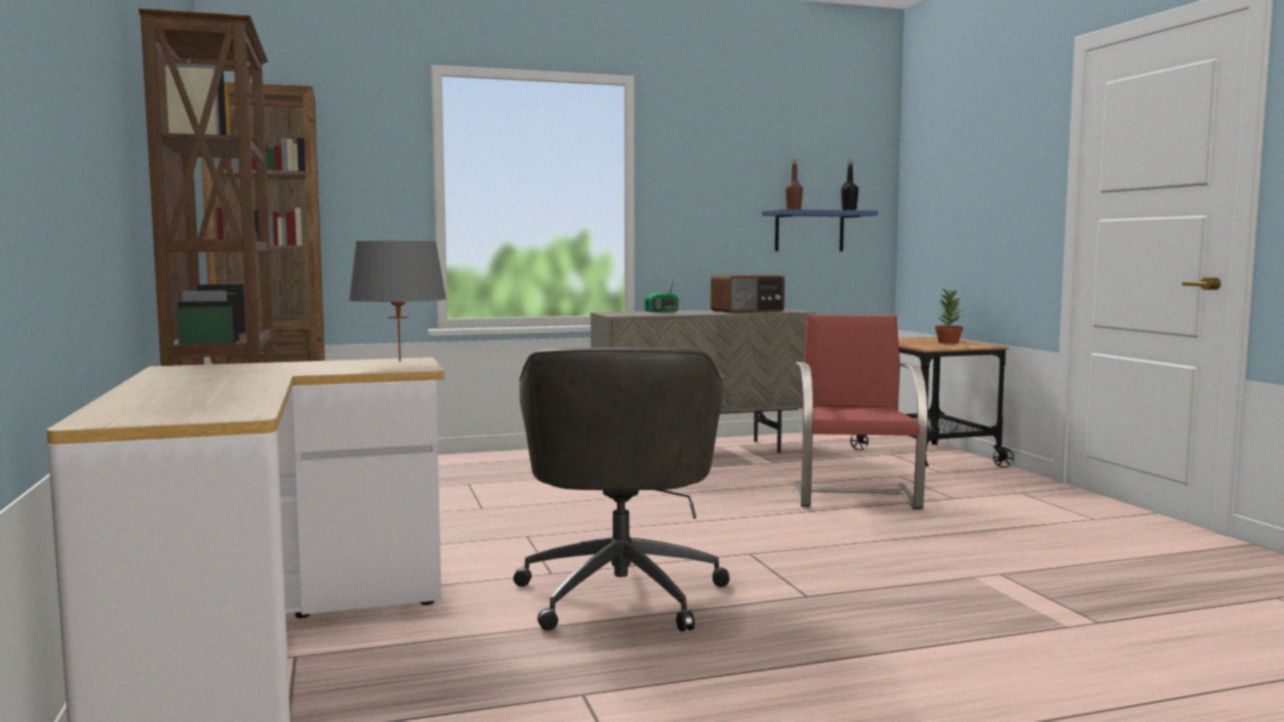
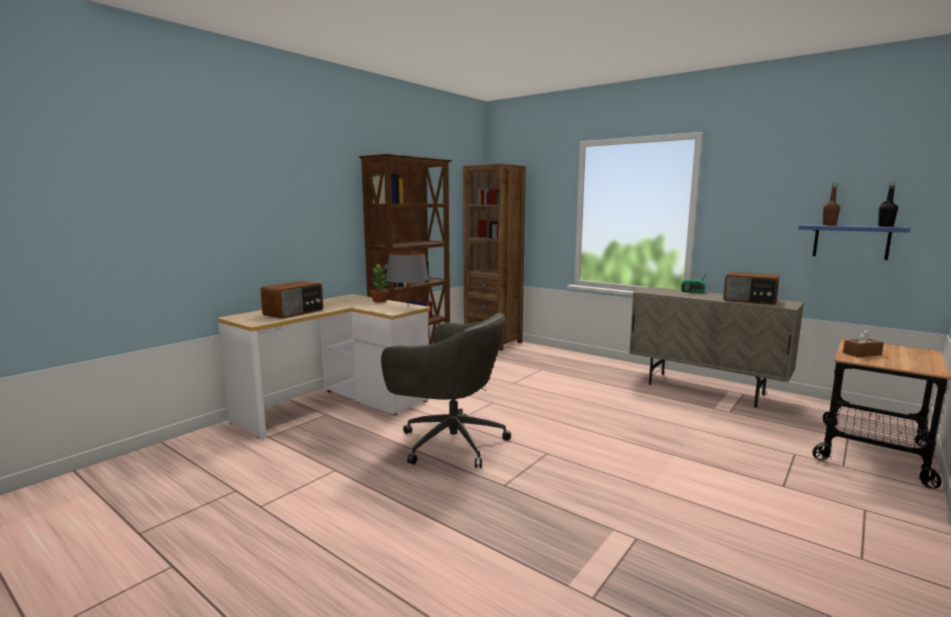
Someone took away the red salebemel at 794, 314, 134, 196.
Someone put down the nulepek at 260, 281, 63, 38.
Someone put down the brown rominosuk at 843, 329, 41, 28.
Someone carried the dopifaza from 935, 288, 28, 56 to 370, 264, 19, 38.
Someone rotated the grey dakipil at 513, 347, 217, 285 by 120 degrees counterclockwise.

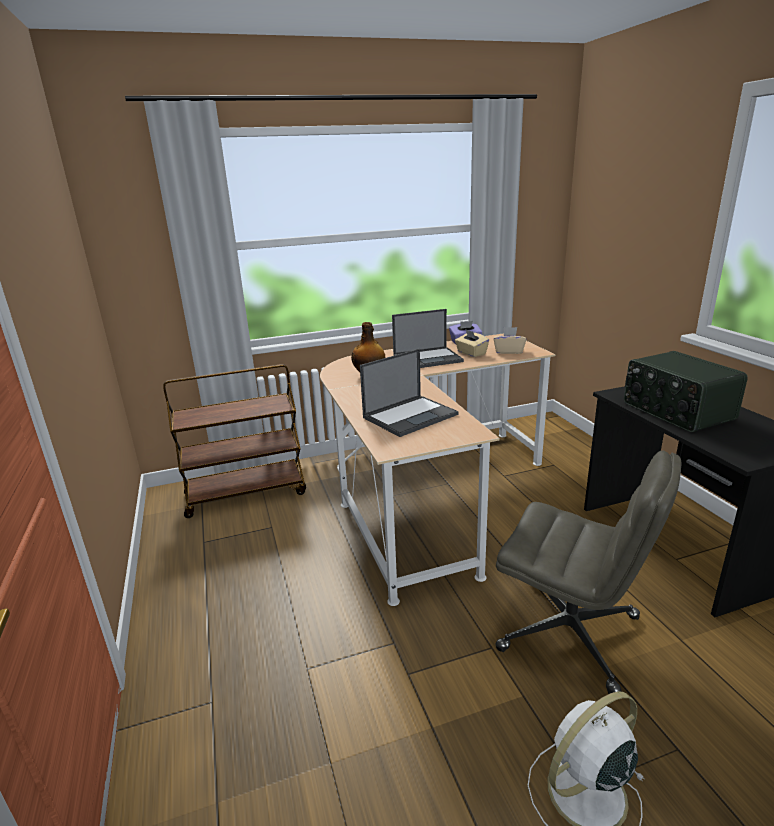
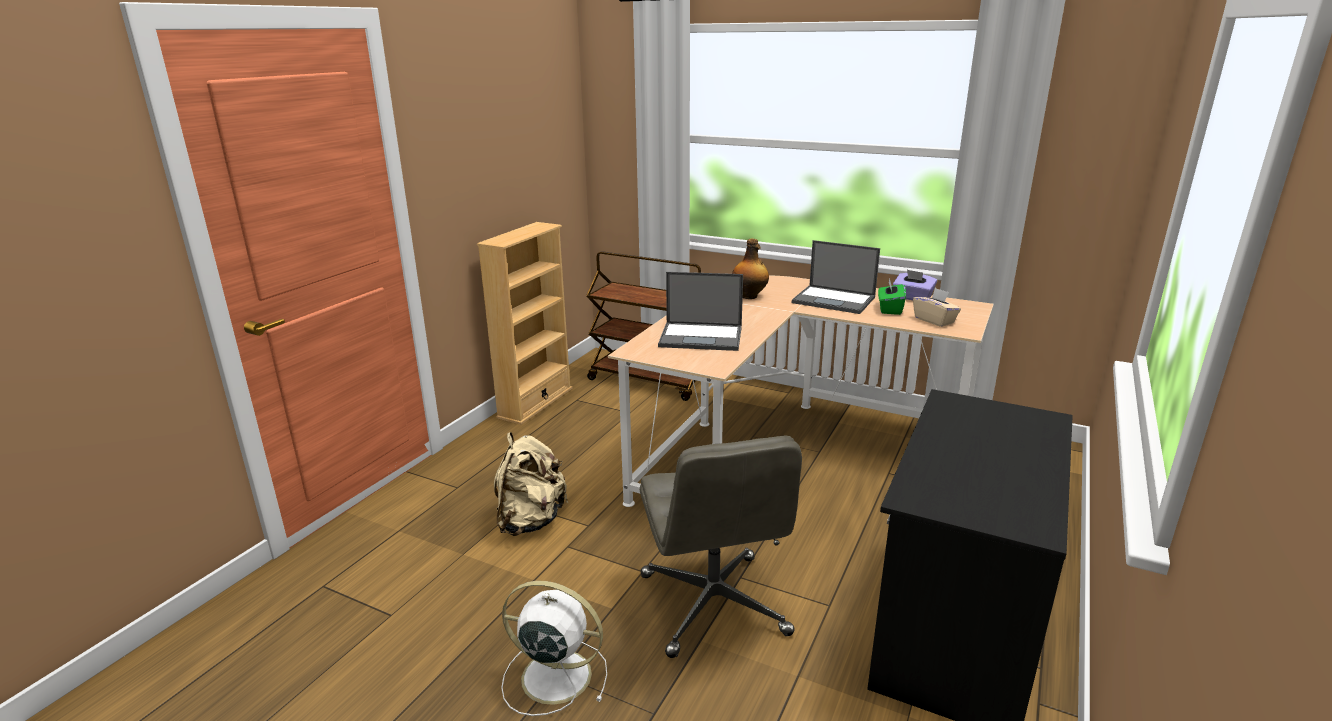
Someone took away the nulepek at 624, 351, 124, 81.
Someone put down the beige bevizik at 477, 222, 96, 203.
Someone put down the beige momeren at 494, 432, 75, 104.
Someone repainted the beige rominosuk at 455, 329, 34, 28, which became the green rominosuk at 878, 277, 28, 38.

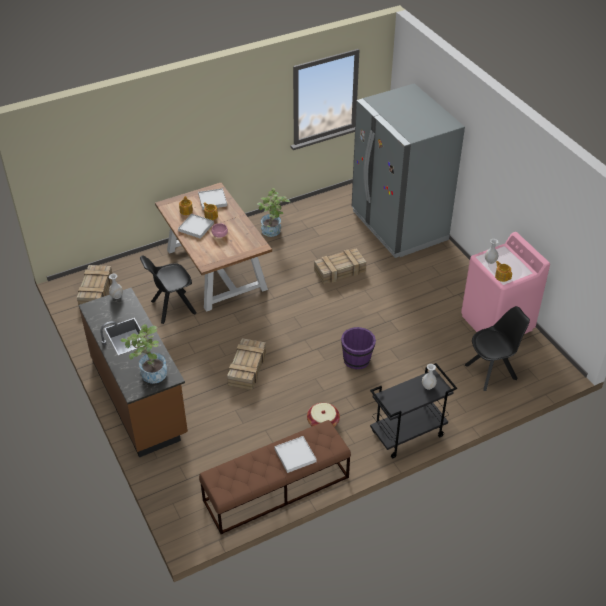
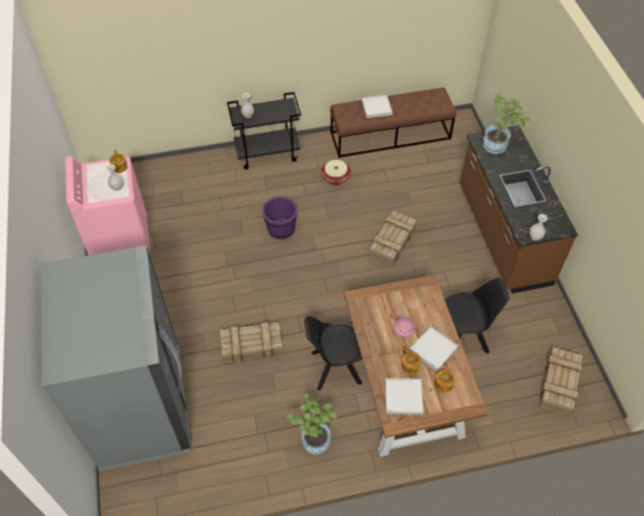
Someone carried the black salebemel from 464, 306, 66, 85 to 304, 316, 58, 75.

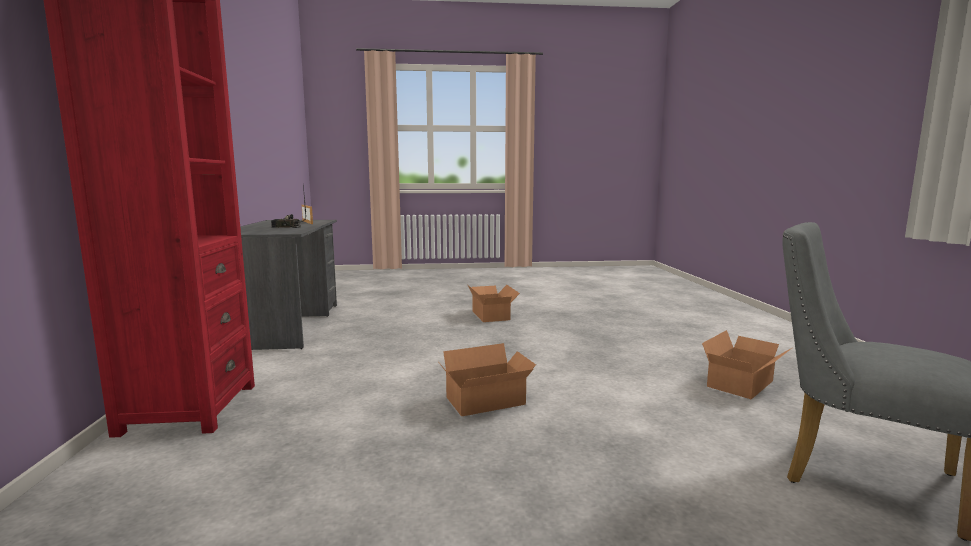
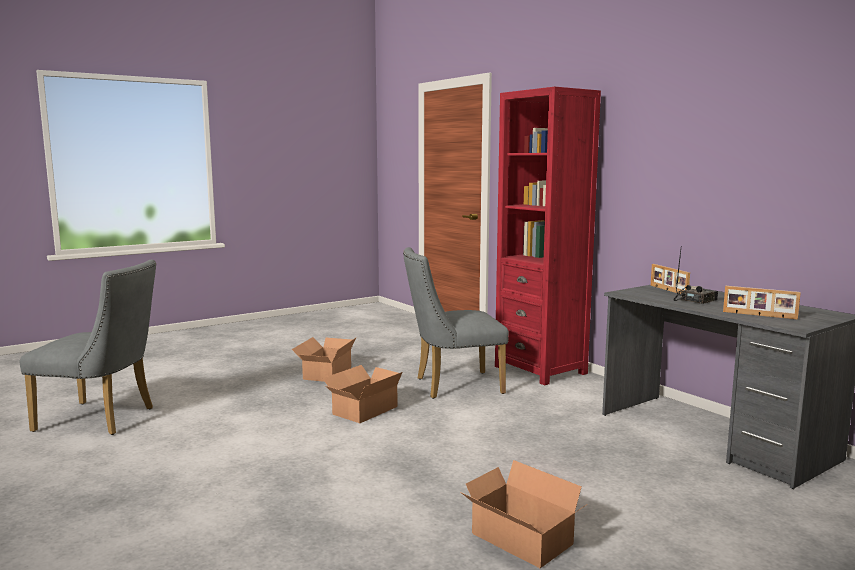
Someone put down the grey salebemel at 403, 247, 106, 152.
Someone put down the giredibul at 651, 264, 39, 30.
Someone carried the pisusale from 702, 330, 90, 69 to 292, 337, 64, 45.

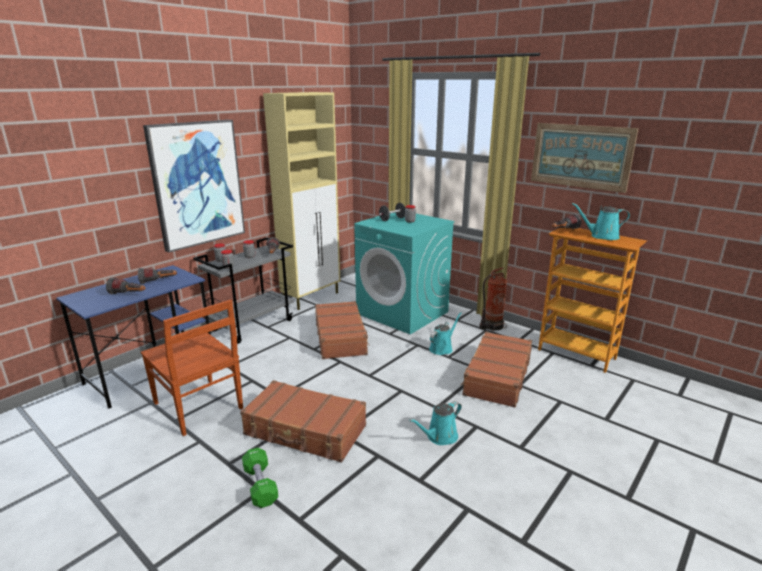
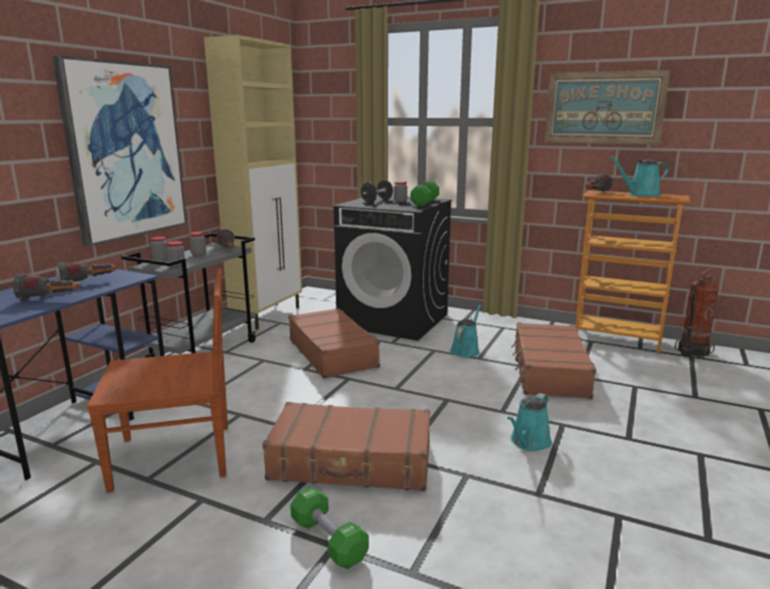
Someone put down the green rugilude at 411, 181, 28, 25.
Someone carried the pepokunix from 479, 268, 28, 63 to 675, 268, 44, 90.
Someone repainted the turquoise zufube at 354, 213, 101, 121, which became the black zufube at 333, 195, 119, 146.
Someone rotated the brown salebemel at 141, 300, 102, 136 by 45 degrees counterclockwise.

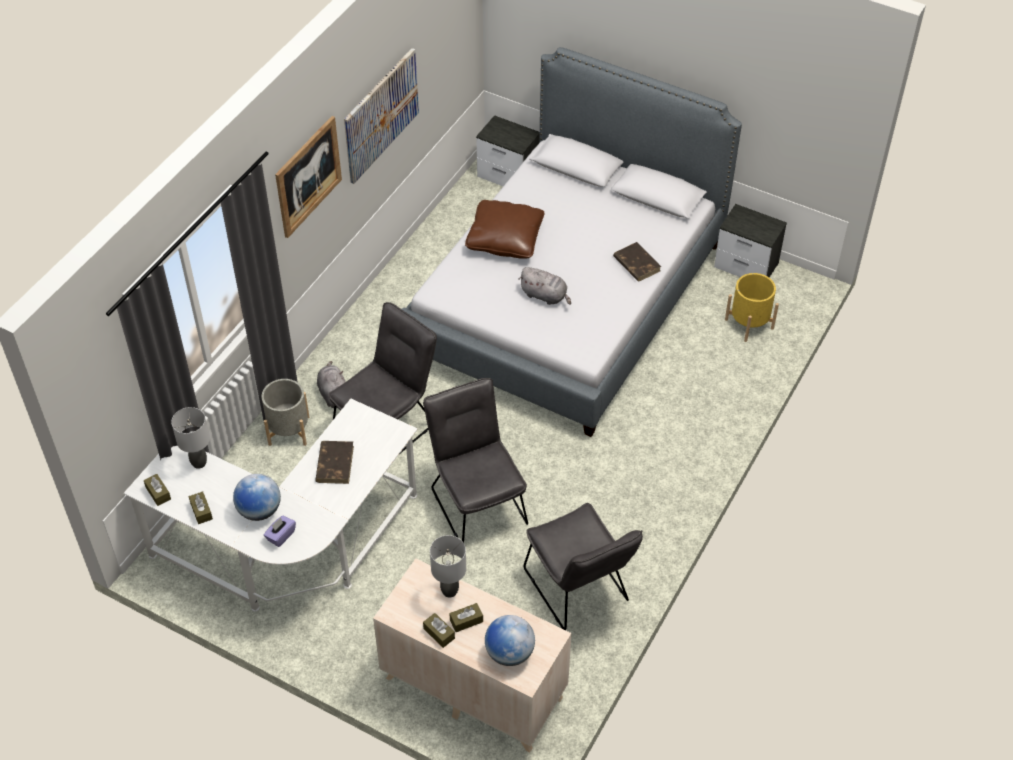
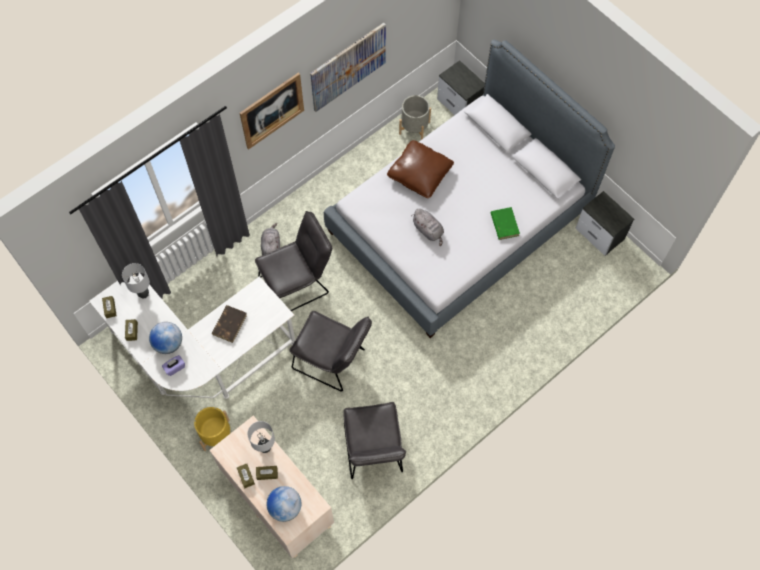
Someone carried the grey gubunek from 261, 379, 48, 67 to 399, 95, 32, 45.
Someone carried the yellow gubunek from 725, 273, 54, 69 to 194, 407, 36, 44.
Someone repainted the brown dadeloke at 613, 242, 48, 40, which became the green dadeloke at 490, 207, 30, 33.
Someone rotated the grey salebemel at 423, 378, 105, 165 by 120 degrees clockwise.

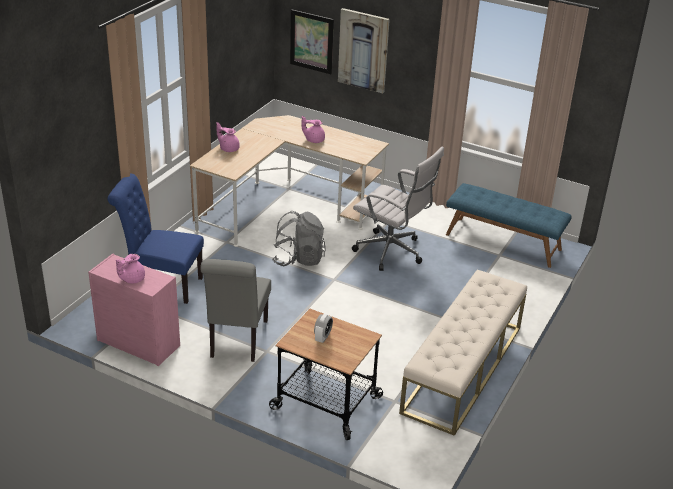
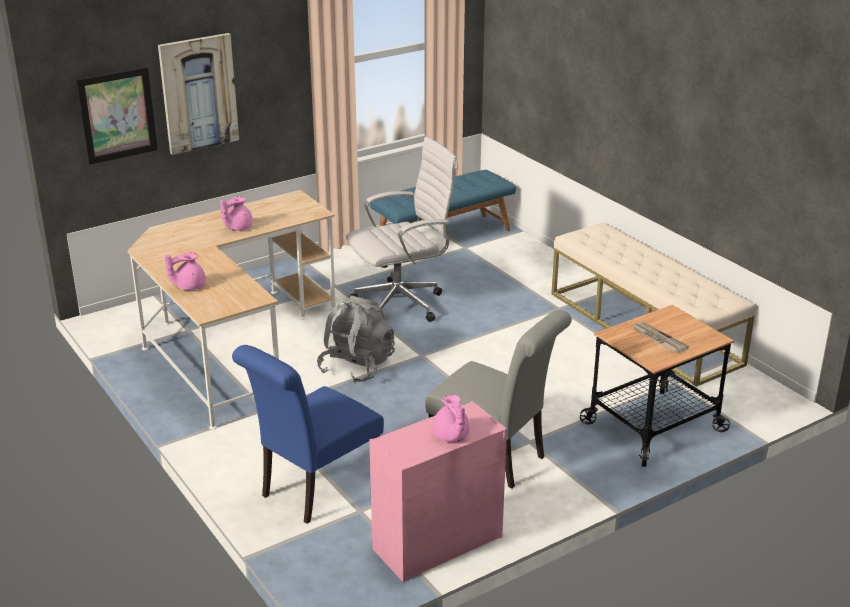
Someone swapped the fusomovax at 314, 314, 19, 29 for the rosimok at 630, 322, 59, 31.

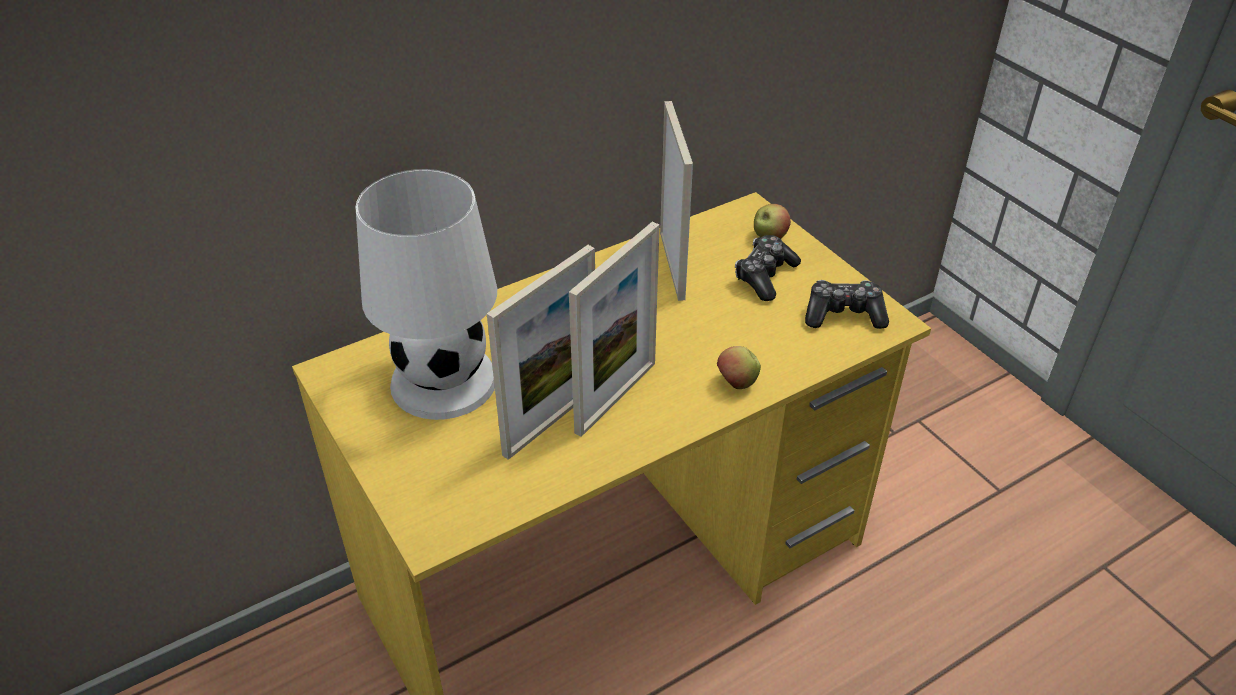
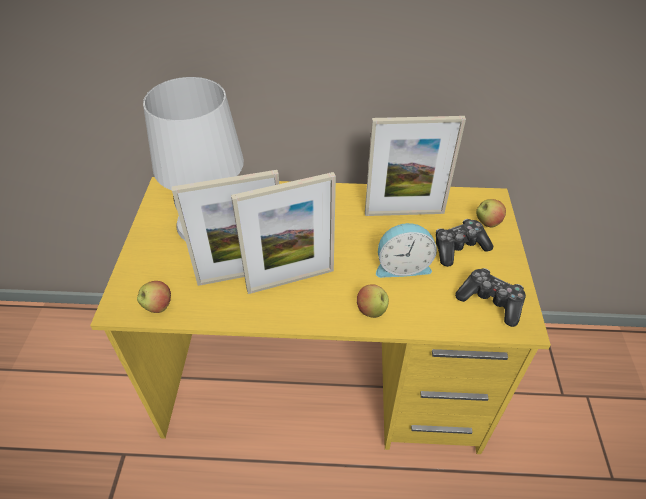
Someone put down the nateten at 137, 281, 34, 32.
Someone put down the fusomovax at 376, 223, 61, 55.
Someone rotated the giredibul at 660, 101, 33, 200 by 60 degrees clockwise.

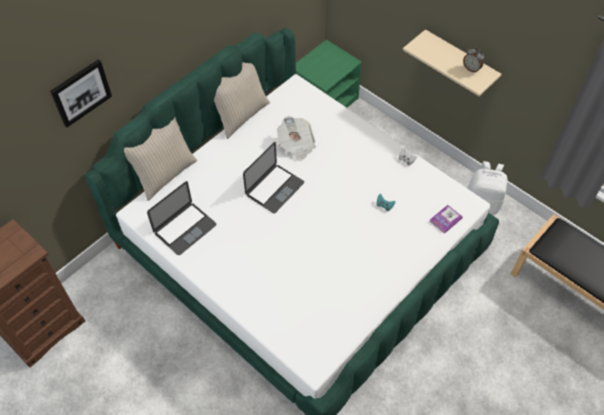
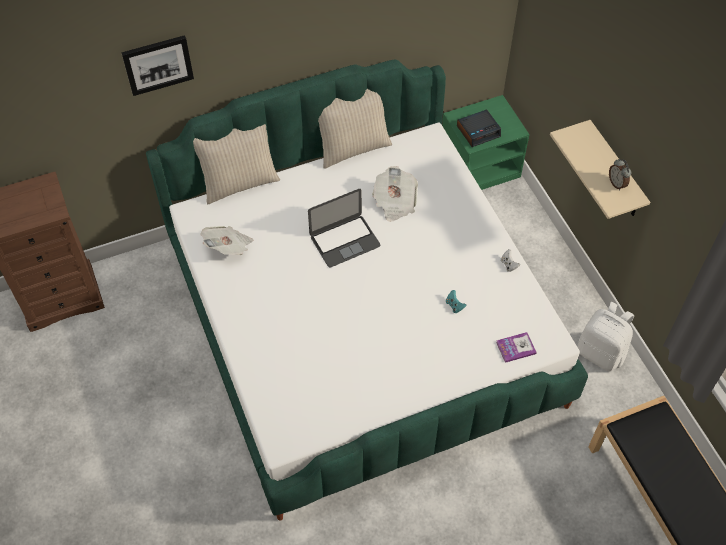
Someone put down the fusomovax at 457, 109, 44, 38.
Someone swapped the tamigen at 147, 181, 70, 74 for the rosimok at 201, 226, 52, 29.

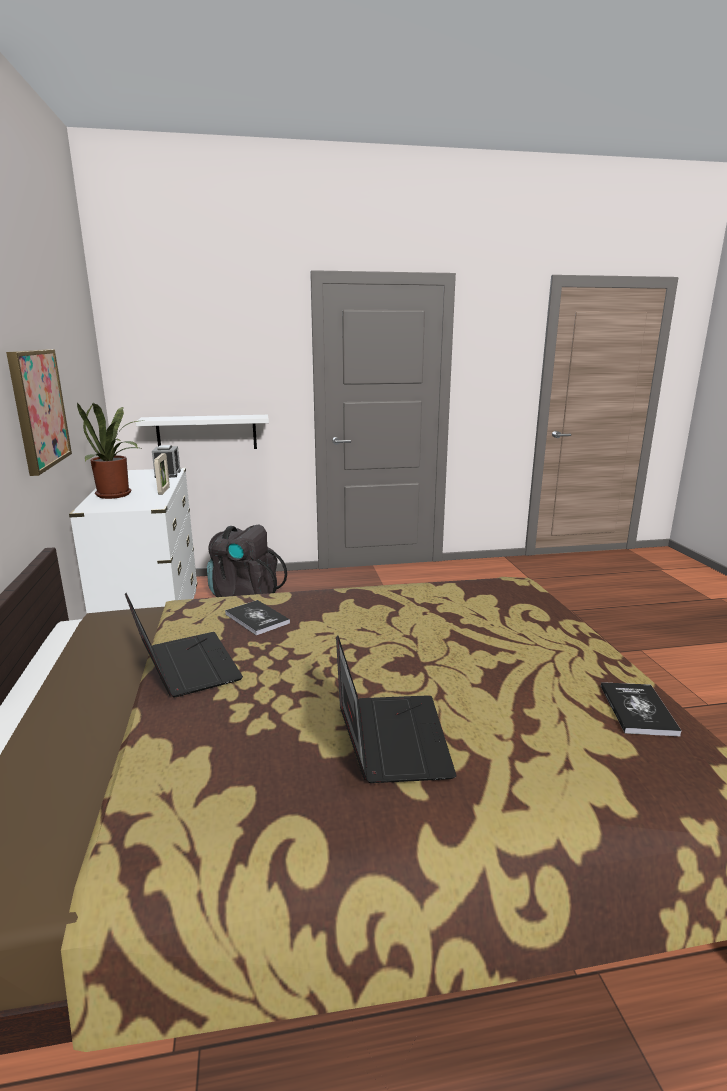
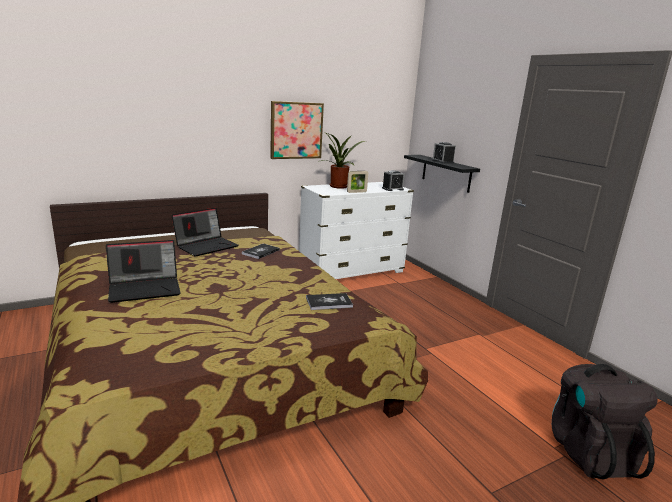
Someone put down the fusomovax at 432, 142, 24, 22.
Someone carried the black momeren from 207, 524, 80, 73 to 552, 364, 106, 116.
Someone carried the dadeloke from 601, 682, 81, 54 to 306, 293, 47, 17.
Someone repainted the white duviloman at 136, 415, 133, 34, which became the black duviloman at 404, 155, 76, 38.

